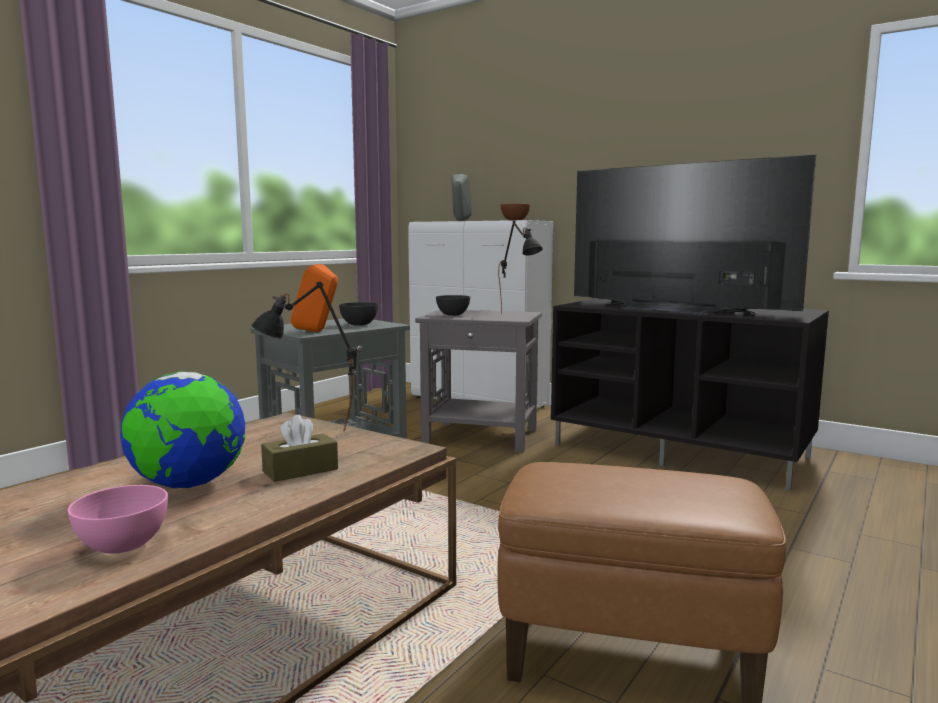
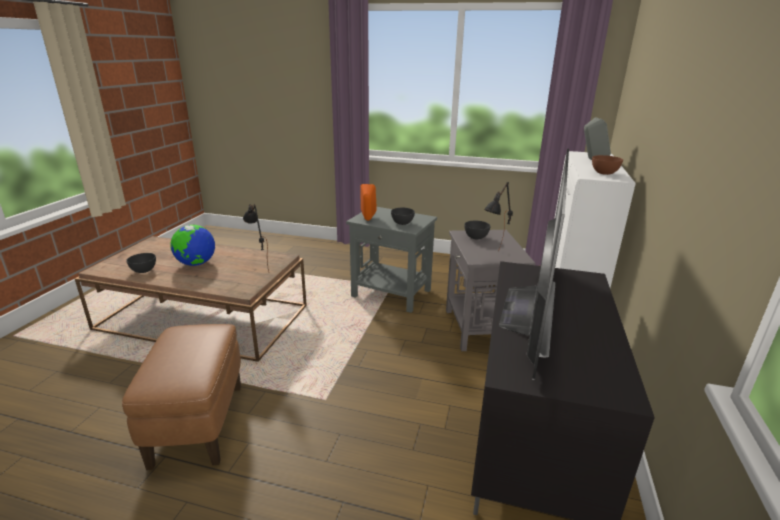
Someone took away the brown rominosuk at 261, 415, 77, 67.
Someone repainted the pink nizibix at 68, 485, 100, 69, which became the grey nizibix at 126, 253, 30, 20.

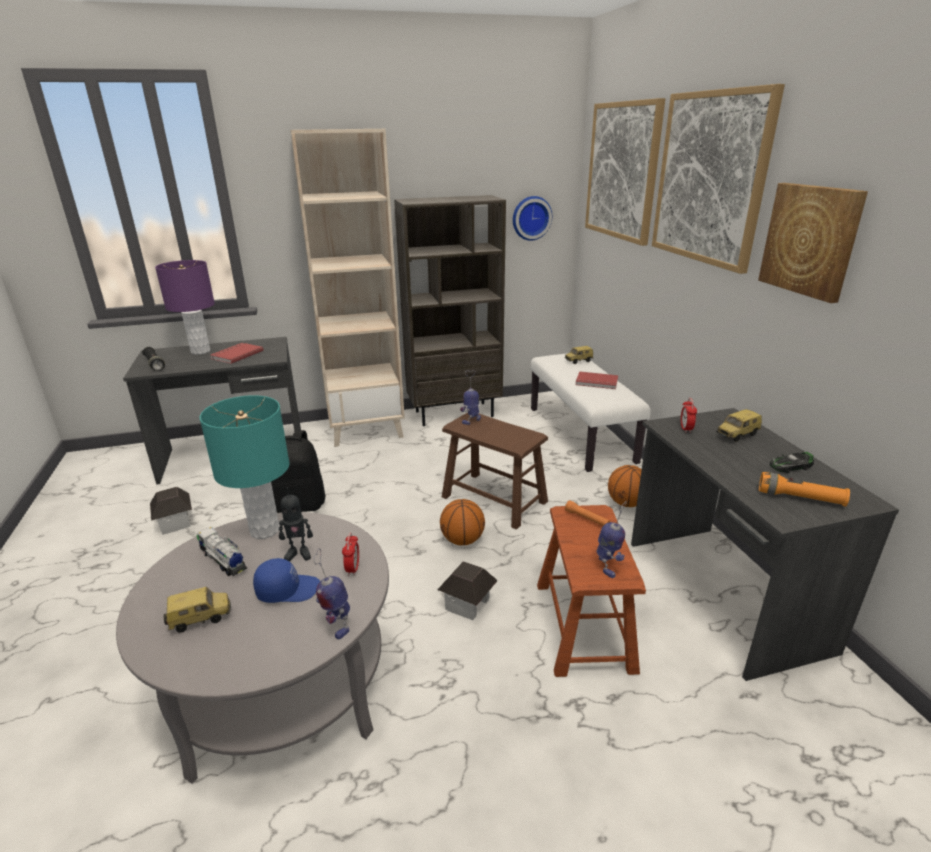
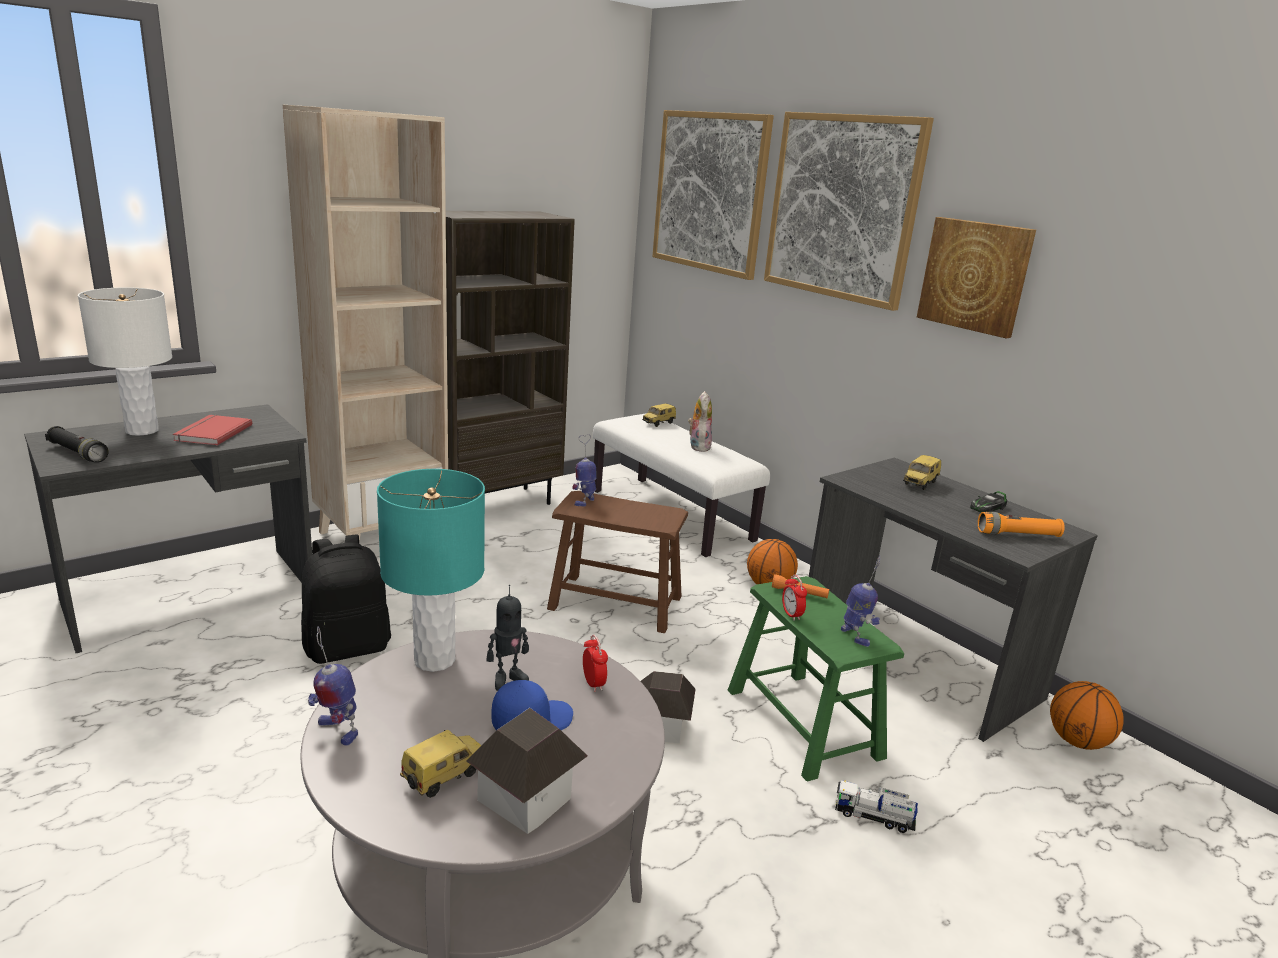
Someone took away the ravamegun at 513, 196, 39, 45.
Someone carried the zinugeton from 150, 487, 42, 48 to 466, 708, 121, 126.
Someone carried the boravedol from 196, 527, 51, 49 to 835, 780, 83, 53.
Someone carried the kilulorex from 314, 548, 36, 91 to 308, 626, 50, 120.
Someone carried the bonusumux from 440, 499, 45, 47 to 1050, 681, 74, 69.
Someone carried the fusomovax from 681, 398, 16, 35 to 782, 575, 25, 46.
Someone swapped the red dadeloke at 576, 372, 42, 17 for the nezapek at 688, 391, 24, 61.
Someone repainted the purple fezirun at 155, 260, 60, 95, which became the white fezirun at 78, 287, 94, 149.
Someone repainted the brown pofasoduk at 537, 505, 109, 172, which became the green pofasoduk at 728, 576, 176, 205.

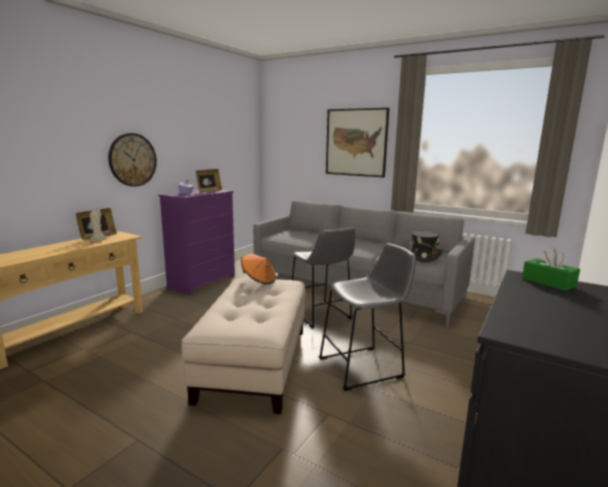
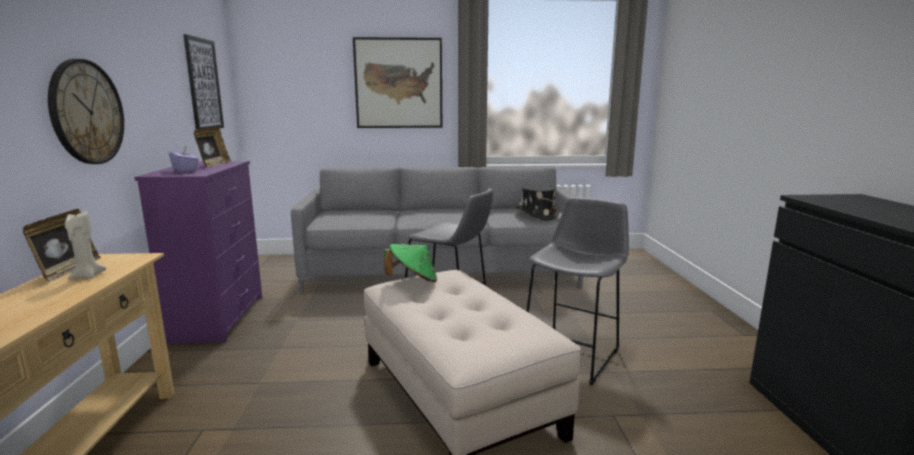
Someone took away the green rominosuk at 522, 248, 58, 43.
Someone put up the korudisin at 183, 34, 41, 95.
Someone repainted the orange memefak at 241, 254, 35, 30, which became the green memefak at 384, 244, 53, 38.

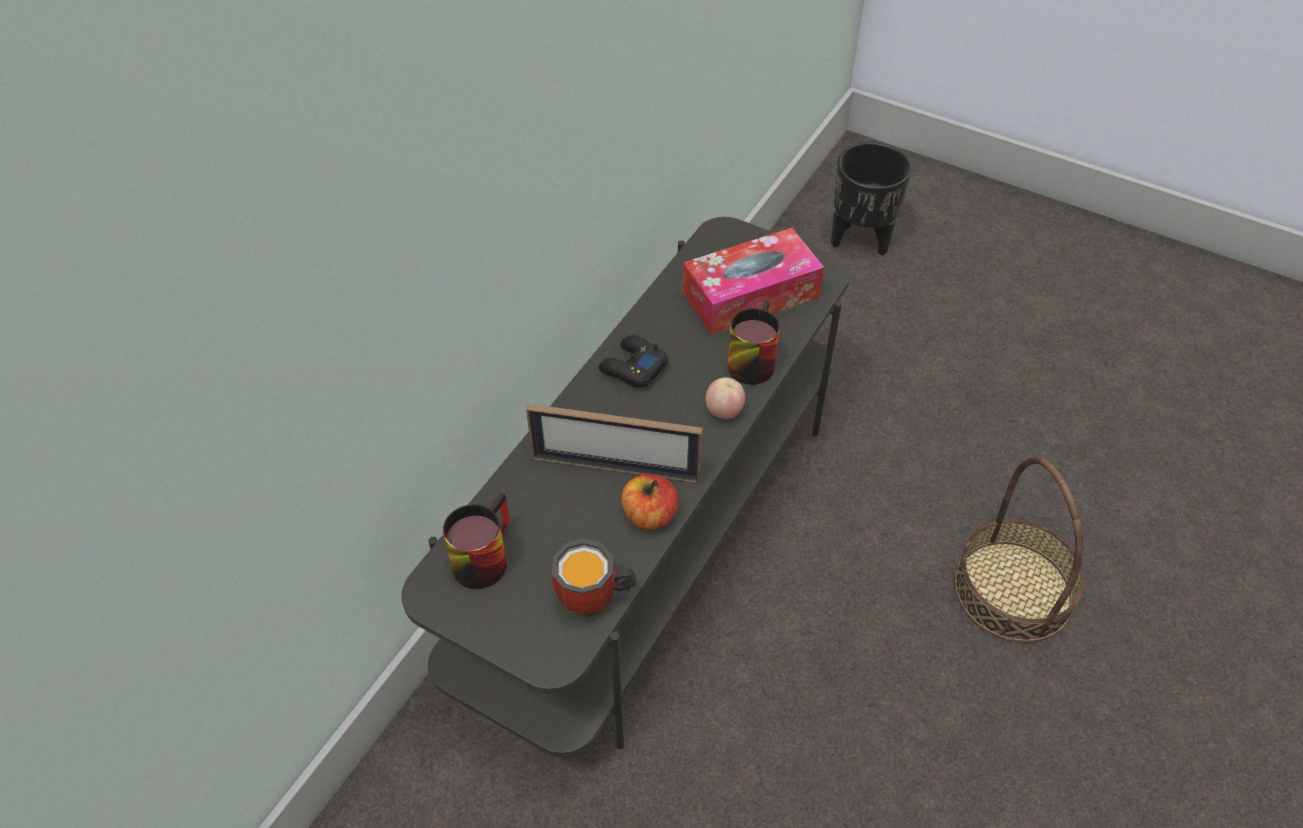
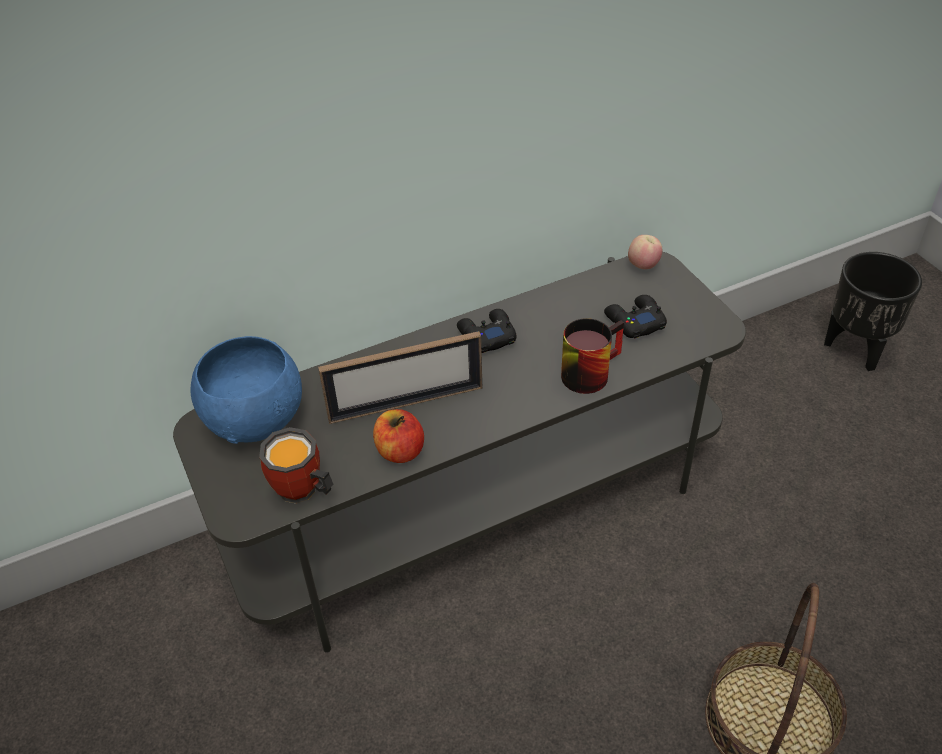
Someone carried the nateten from 705, 377, 40, 42 to 628, 235, 34, 34.
Someone swapped the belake at 443, 492, 67, 97 for the blue nizibix at 190, 336, 112, 108.
Someone swapped the rominosuk at 682, 228, 142, 107 for the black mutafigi at 604, 295, 63, 44.
Someone rotated the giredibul at 526, 404, 177, 79 by 60 degrees counterclockwise.

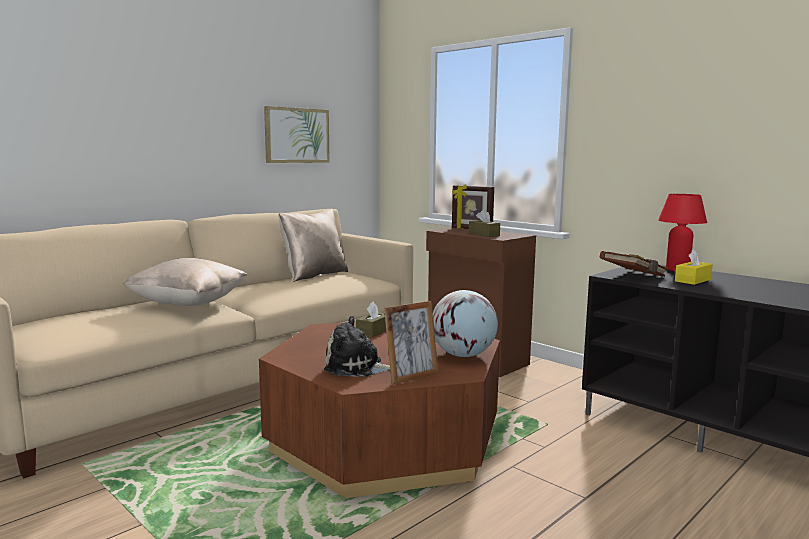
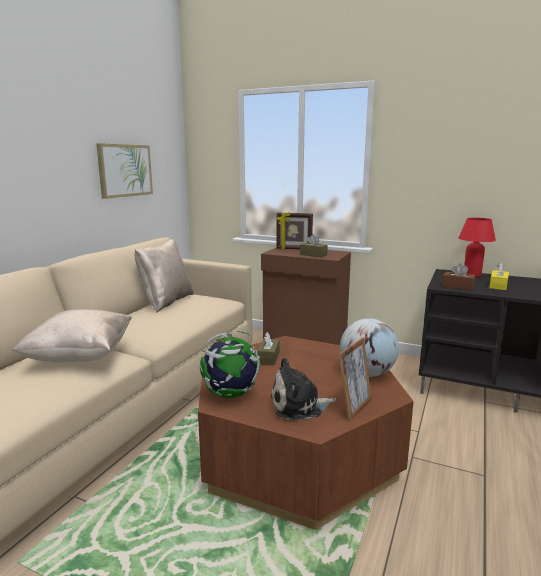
Someone put down the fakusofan at 200, 330, 60, 68.
Someone swapped the brown dadeloke at 600, 251, 68, 26 for the brown rominosuk at 442, 263, 34, 27.

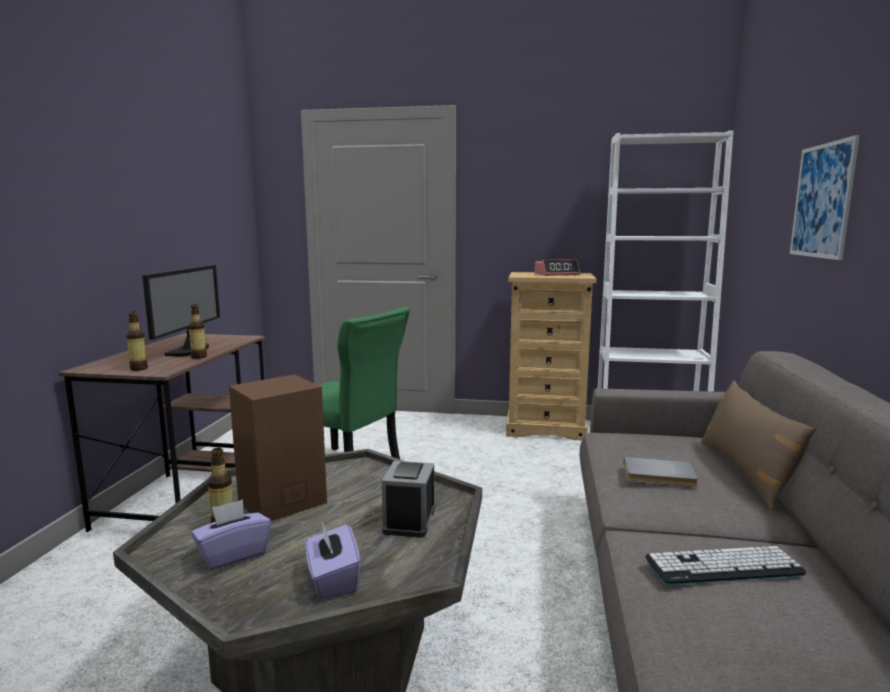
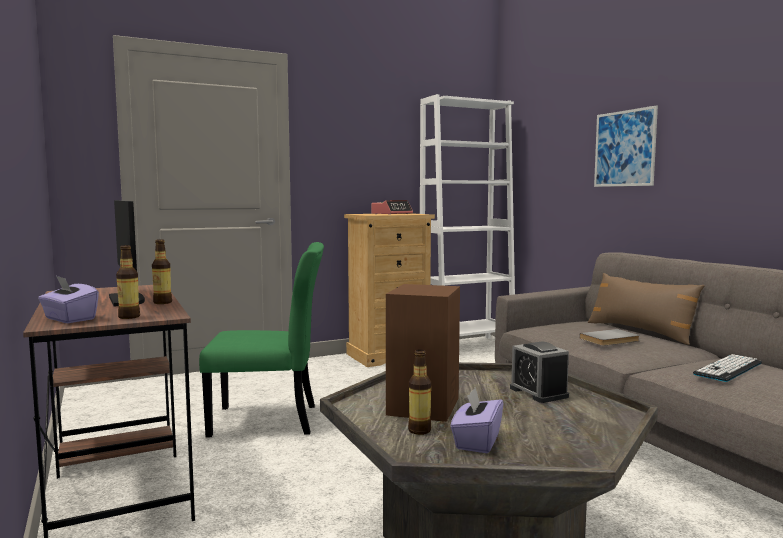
Someone carried the purple rominosuk from 305, 522, 56, 78 to 38, 276, 61, 47.

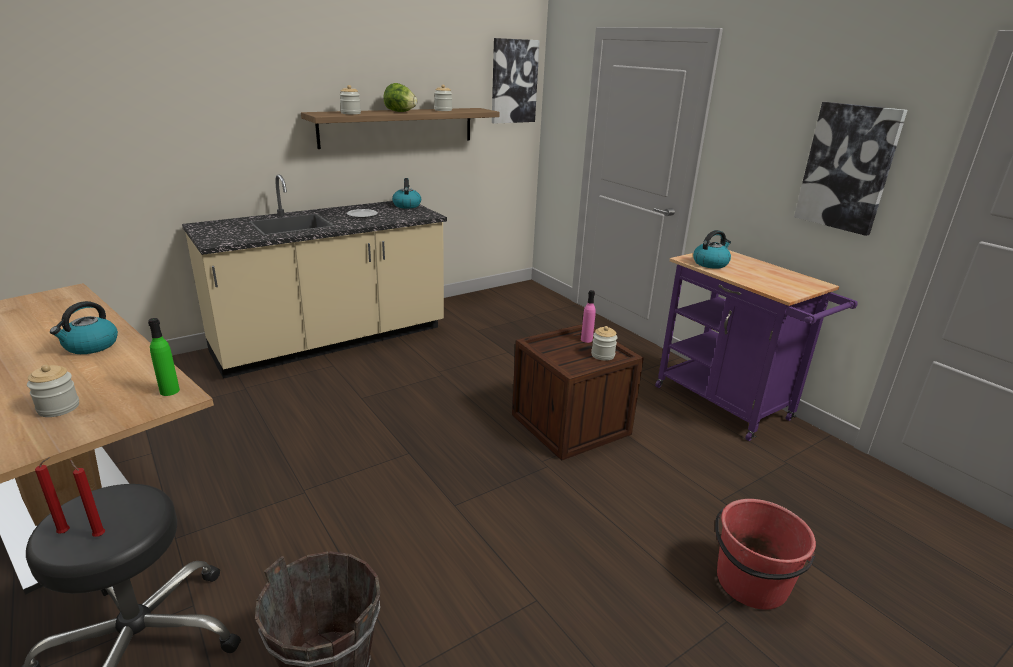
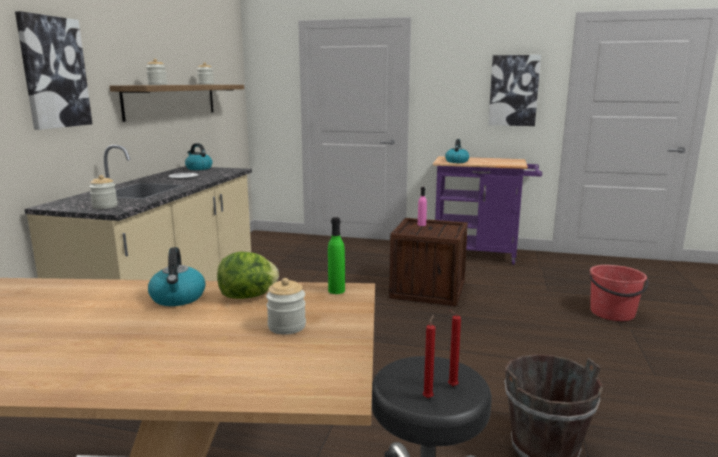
Someone carried the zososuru from 383, 83, 34, 29 to 217, 251, 62, 48.
Someone carried the korudisin from 492, 38, 48, 86 to 15, 11, 77, 119.
Someone carried the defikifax from 591, 326, 26, 35 to 89, 175, 29, 34.

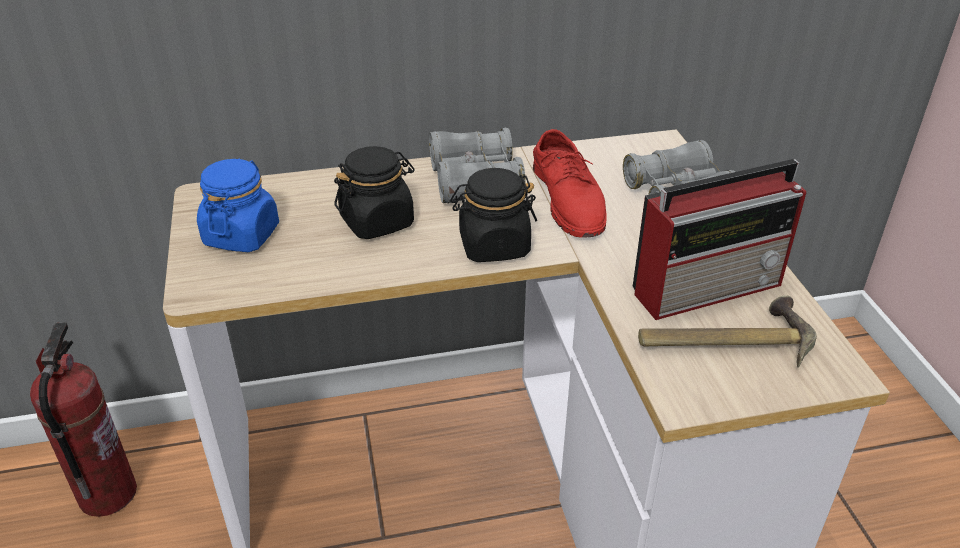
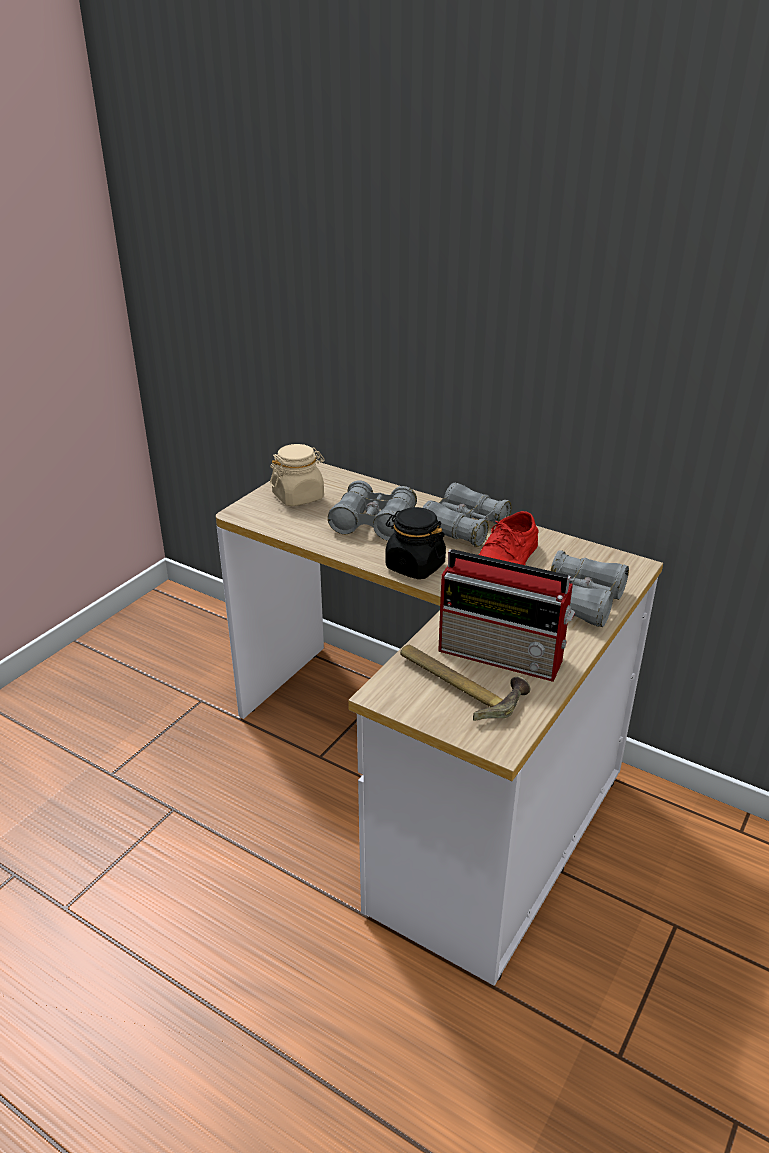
Someone took away the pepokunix at 30, 322, 107, 195.
Someone swapped the black defikifax at 334, 146, 81, 93 for the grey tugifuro at 328, 480, 89, 61.
Someone repainted the blue defikifax at 197, 159, 82, 93, which became the beige defikifax at 270, 444, 55, 62.

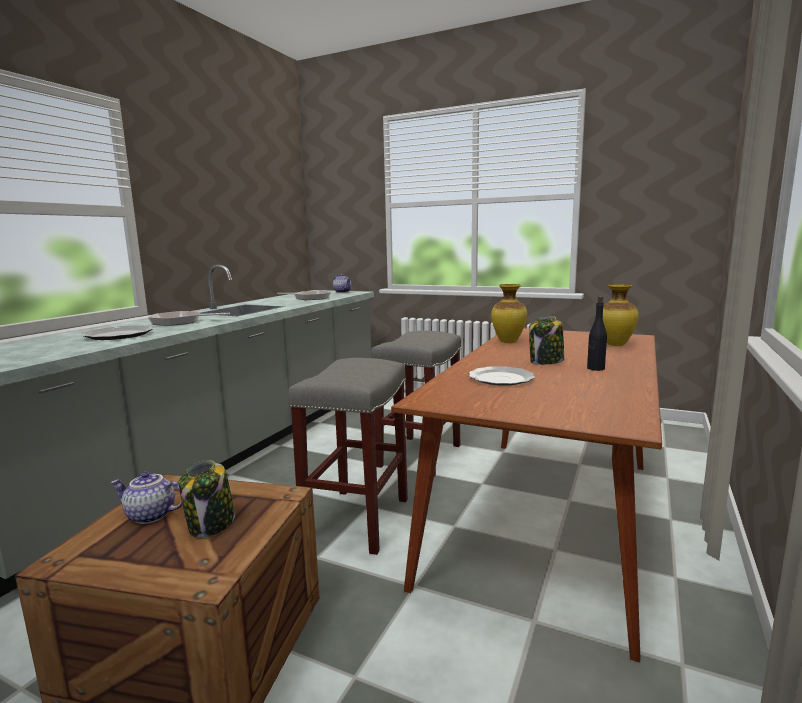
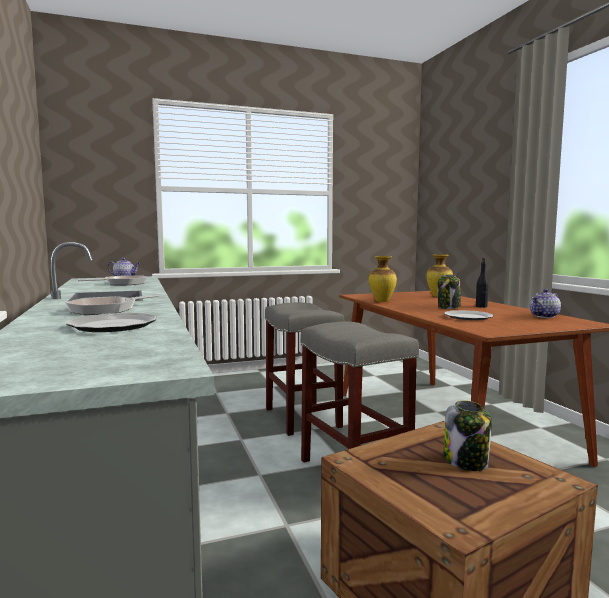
Someone carried the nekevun from 111, 471, 71, 53 to 530, 289, 31, 29.

